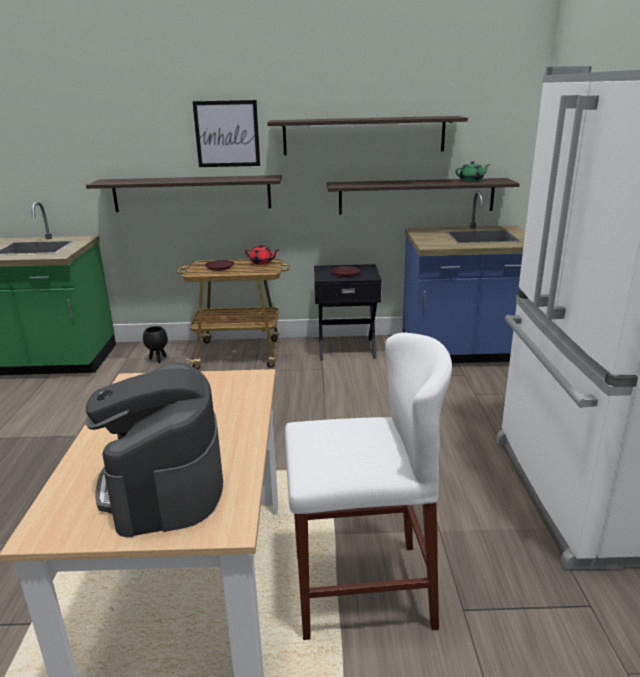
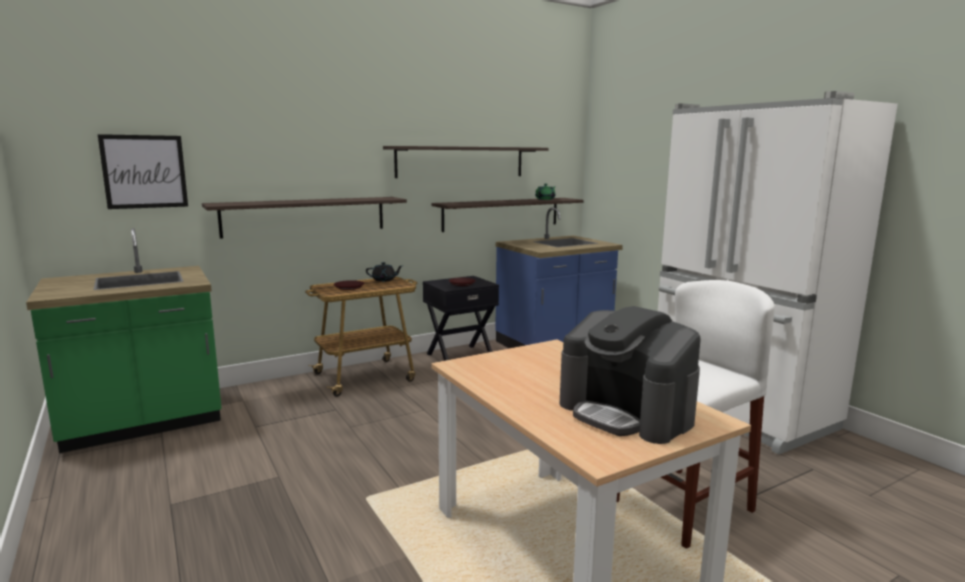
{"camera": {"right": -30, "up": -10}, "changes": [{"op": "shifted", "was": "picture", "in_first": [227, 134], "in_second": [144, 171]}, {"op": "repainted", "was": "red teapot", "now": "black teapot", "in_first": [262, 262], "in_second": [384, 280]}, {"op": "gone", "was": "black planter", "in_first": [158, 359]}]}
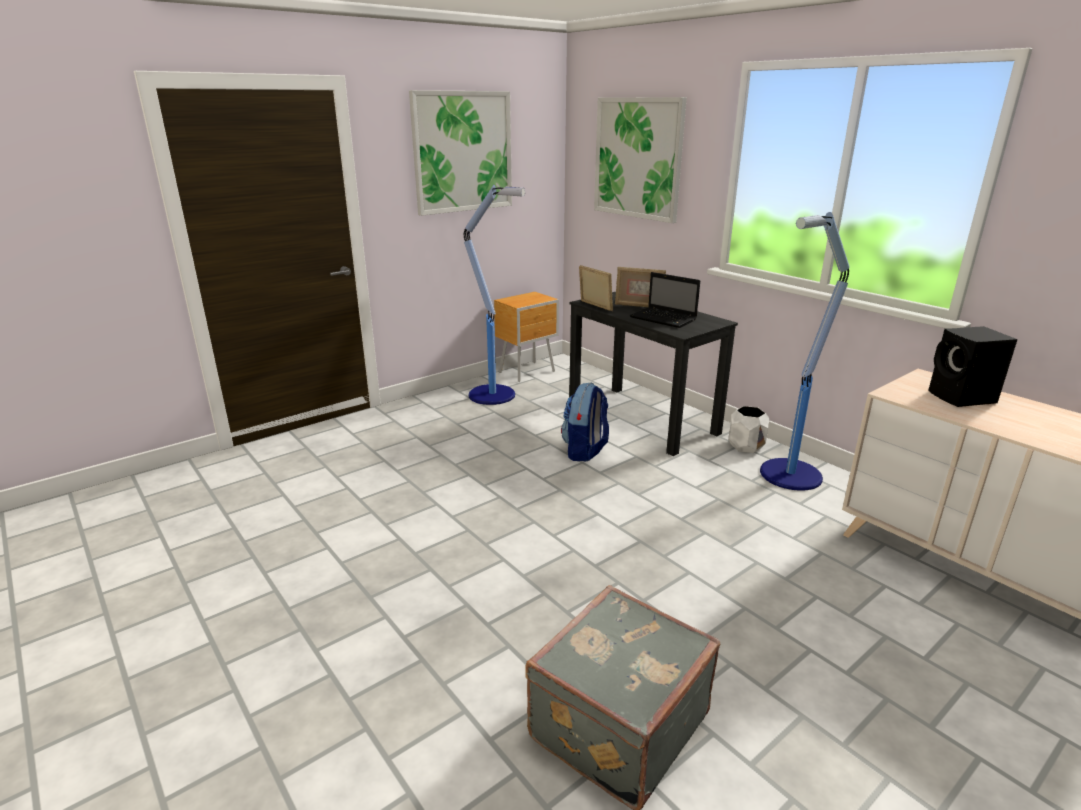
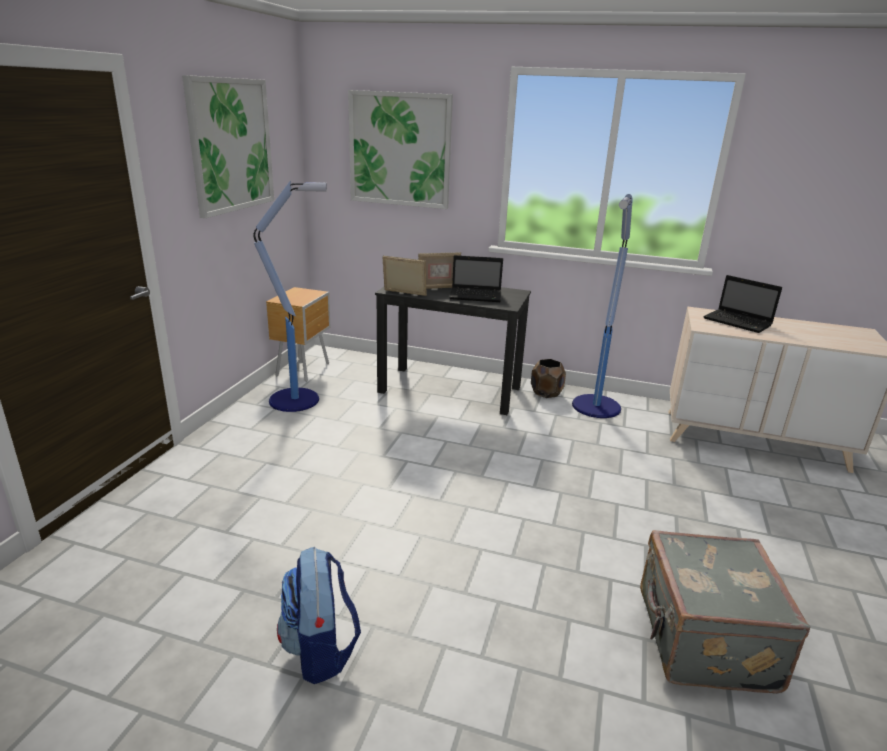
{"camera": {"right": -35, "up": 0}, "changes": [{"op": "shifted", "was": "backpack", "in_first": [585, 451], "in_second": [320, 650]}, {"op": "repainted", "was": "white planter", "now": "brown planter", "in_first": [746, 446], "in_second": [546, 393]}, {"op": "swapped", "was": "black speaker", "now": "laptop", "in_first": [962, 398], "in_second": [738, 322]}]}
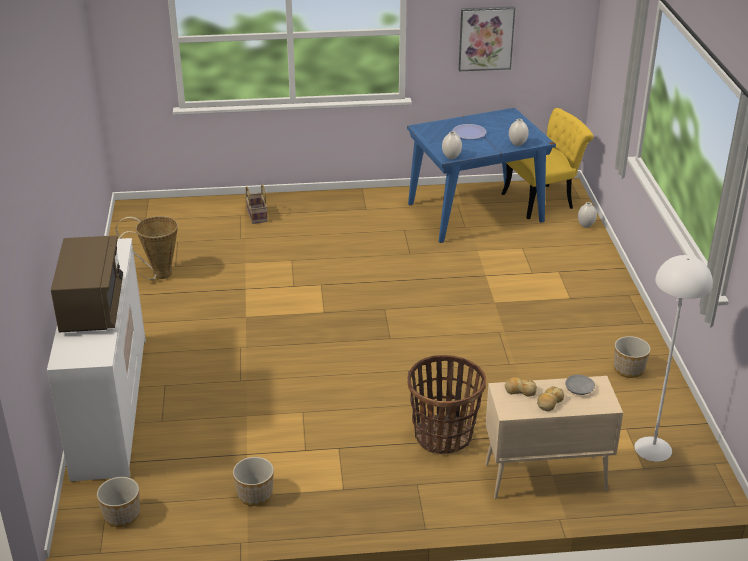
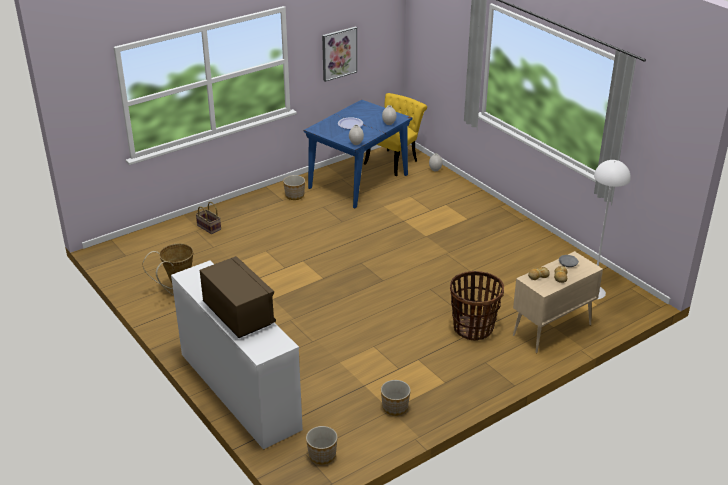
{"camera": {"right": -30, "up": 0}, "changes": [{"op": "shifted", "was": "planter", "in_first": [629, 370], "in_second": [295, 196]}]}
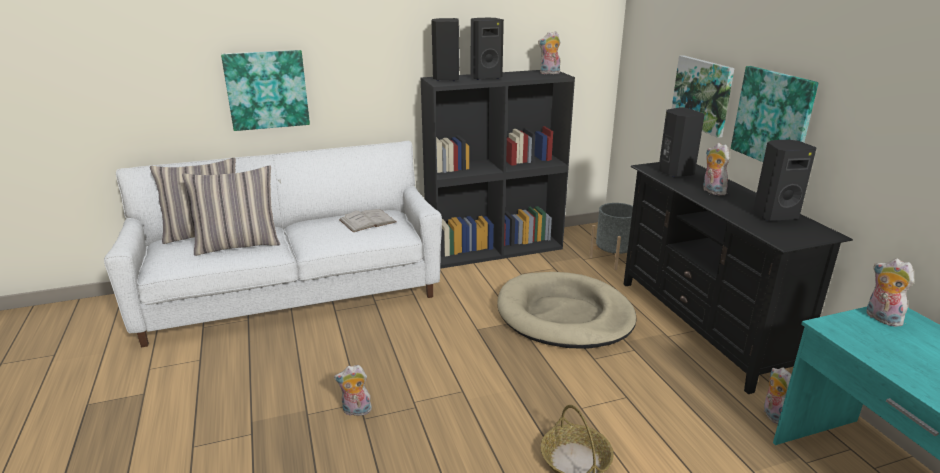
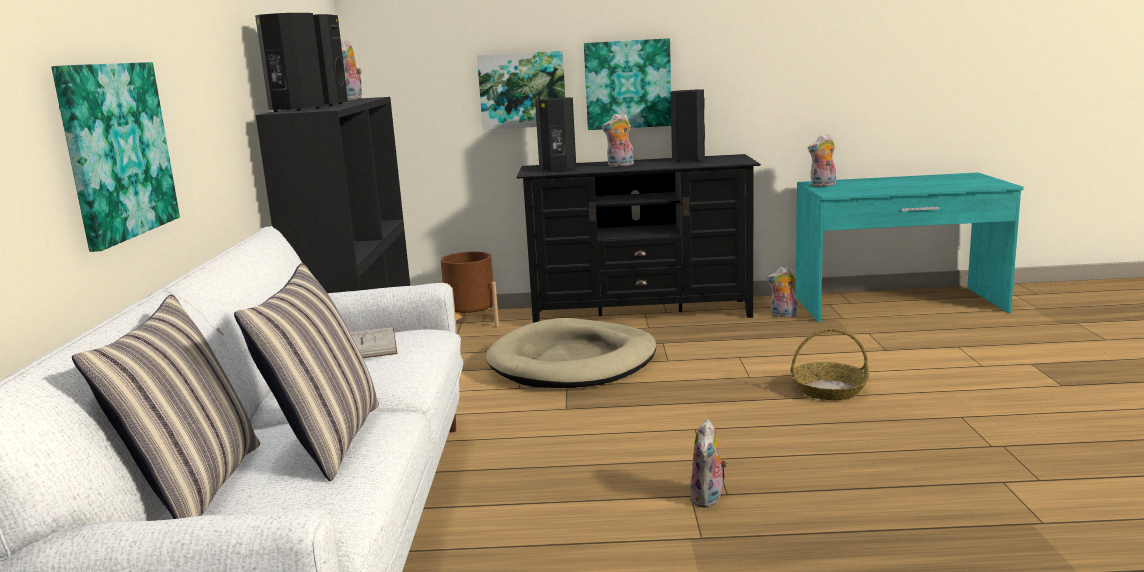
{"camera": {"right": -70, "up": -10}, "changes": [{"op": "repainted", "was": "grey planter", "now": "brown planter", "in_first": [613, 258], "in_second": [471, 324]}]}
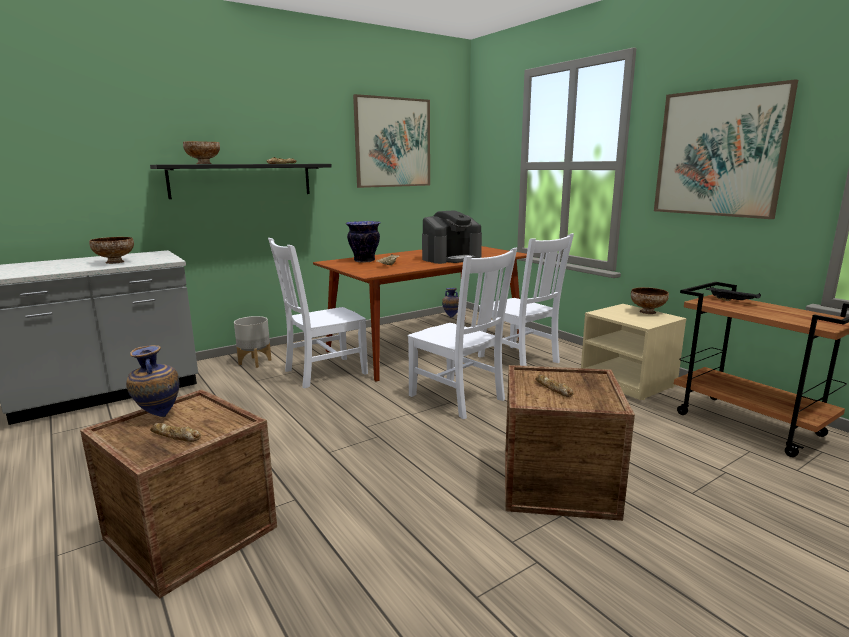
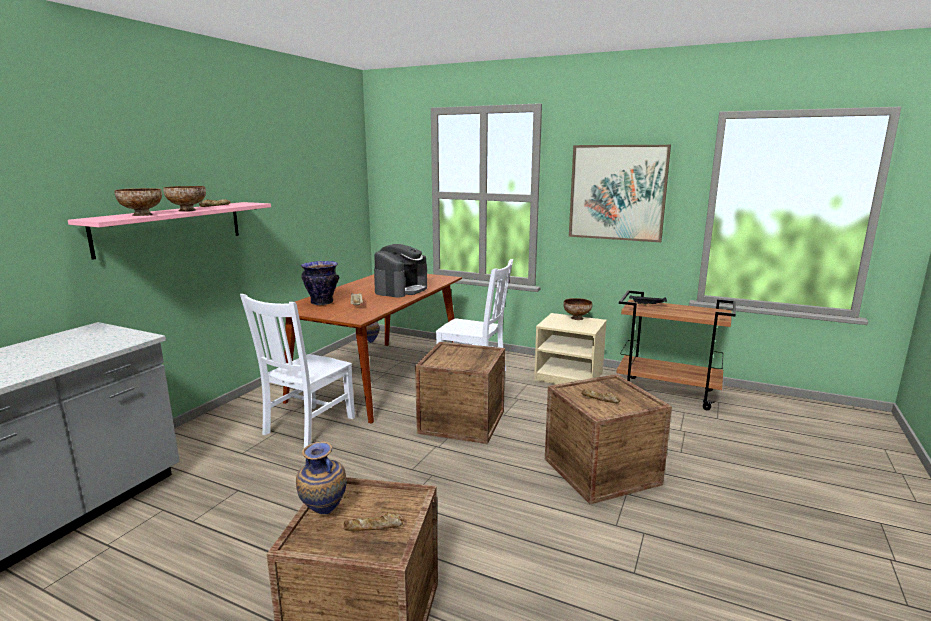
{"camera": {"right": -30, "up": 0}, "changes": [{"op": "repainted", "was": "black shelf", "now": "pink shelf", "in_first": [242, 180], "in_second": [171, 227]}, {"op": "shifted", "was": "bowl", "in_first": [114, 262], "in_second": [187, 210]}, {"op": "swapped", "was": "white chair", "now": "crate", "in_first": [458, 398], "in_second": [462, 422]}, {"op": "gone", "was": "grey planter", "in_first": [254, 362]}, {"op": "gone", "was": "picture", "in_first": [393, 142]}]}
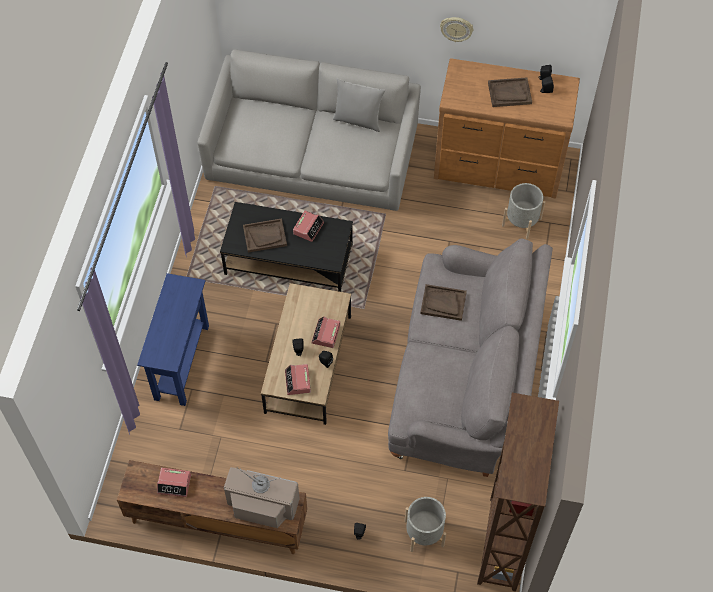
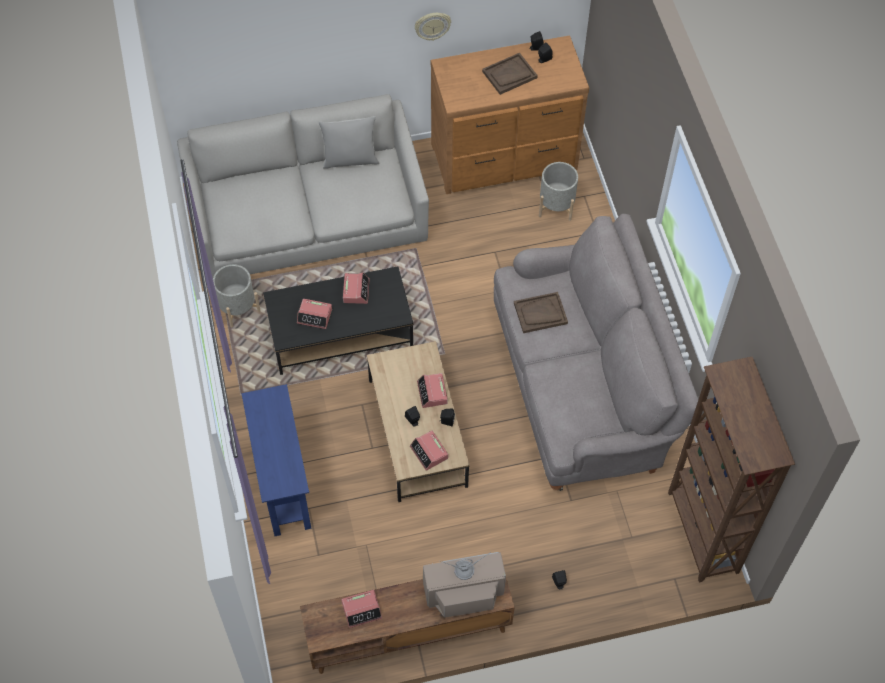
{"camera": {"right": -25, "up": 0}, "changes": [{"op": "shifted", "was": "grey planter", "in_first": [424, 533], "in_second": [237, 308]}, {"op": "swapped", "was": "brown tray", "now": "alarm clock", "in_first": [265, 236], "in_second": [315, 316]}]}
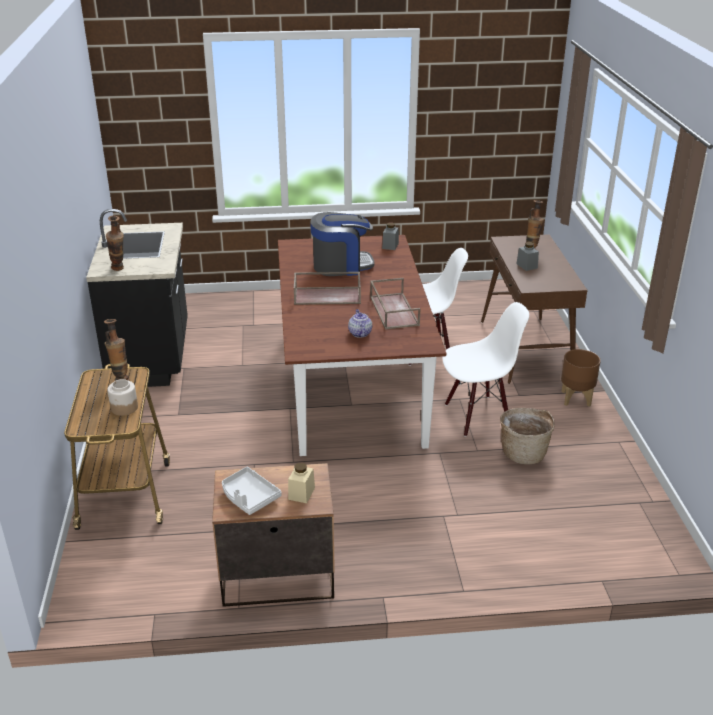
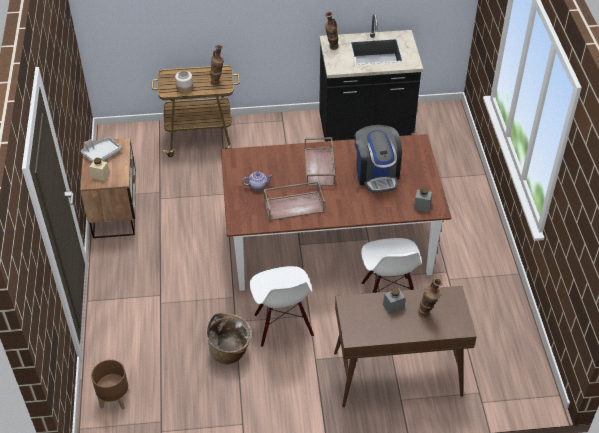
{"camera": {"right": 90, "up": 15}, "changes": [{"op": "shifted", "was": "brown planter", "in_first": [576, 399], "in_second": [114, 398]}]}
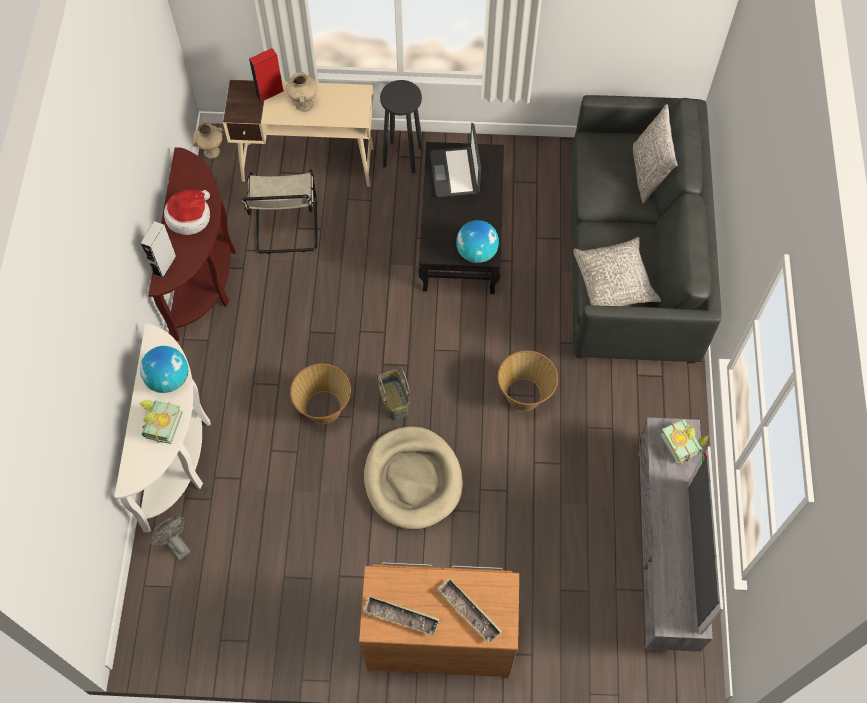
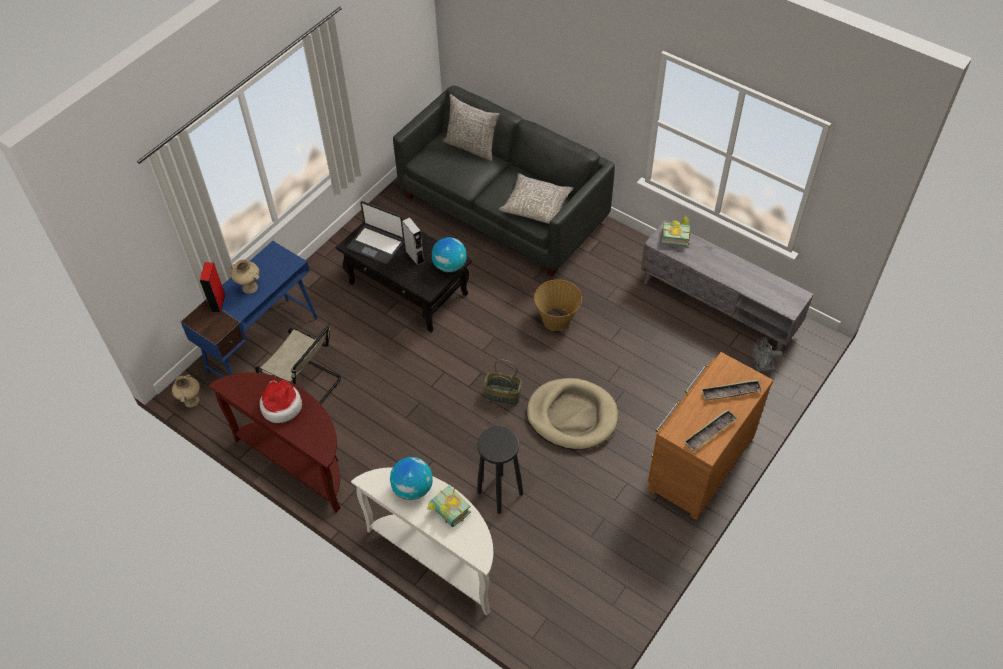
{"camera": {"right": -55, "up": -10}, "changes": [{"op": "repainted", "was": "beige desk", "now": "blue desk", "in_first": [308, 164], "in_second": [263, 344]}, {"op": "shifted", "was": "grey speaker", "in_first": [164, 265], "in_second": [415, 256]}, {"op": "shifted", "was": "black stool", "in_first": [402, 156], "in_second": [499, 492]}, {"op": "shifted", "was": "grey fan", "in_first": [176, 544], "in_second": [761, 368]}, {"op": "gone", "was": "basket", "in_first": [324, 408]}, {"op": "gone", "was": "television", "in_first": [694, 555]}]}
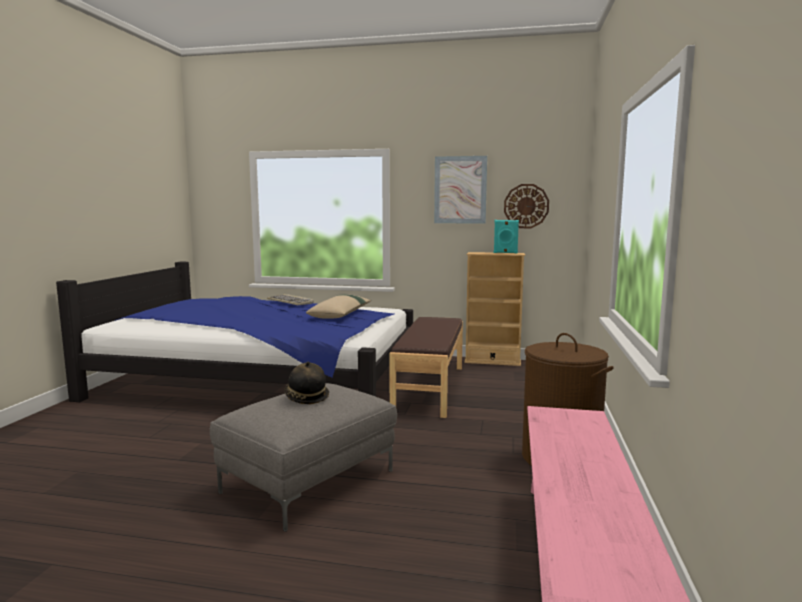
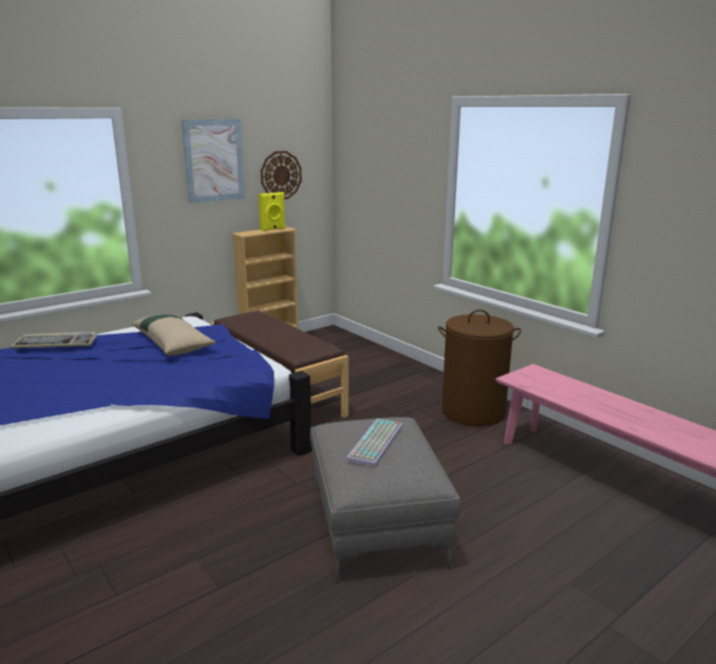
{"camera": {"right": -50, "up": 10}, "changes": [{"op": "repainted", "was": "turquoise speaker", "now": "yellow speaker", "in_first": [505, 253], "in_second": [273, 229]}, {"op": "swapped", "was": "hat", "now": "keyboard", "in_first": [306, 397], "in_second": [377, 443]}]}
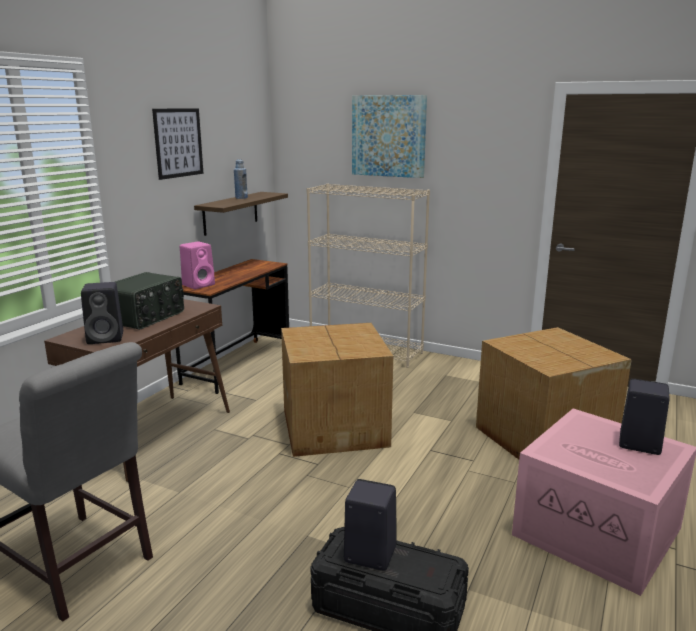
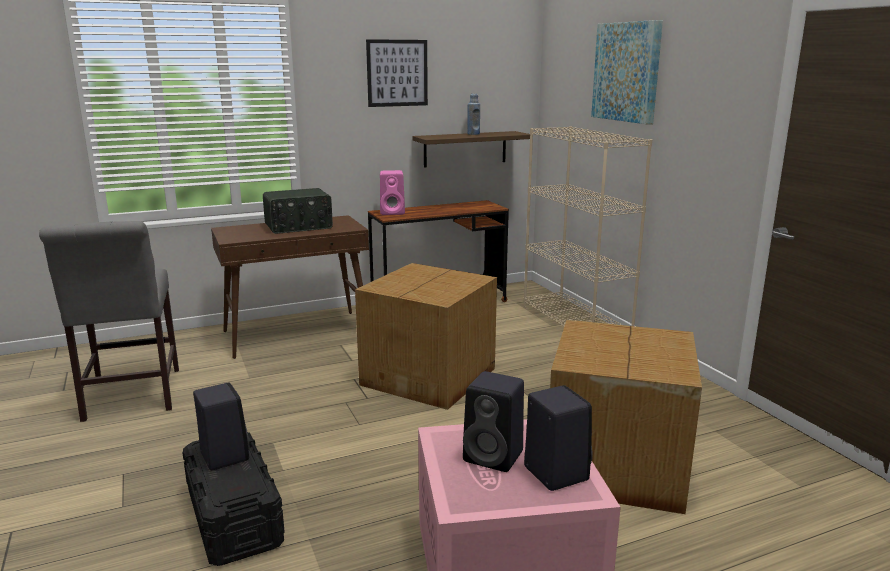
{"camera": {"right": 40, "up": 0}, "changes": [{"op": "shifted", "was": "black speaker", "in_first": [107, 338], "in_second": [495, 456]}]}
